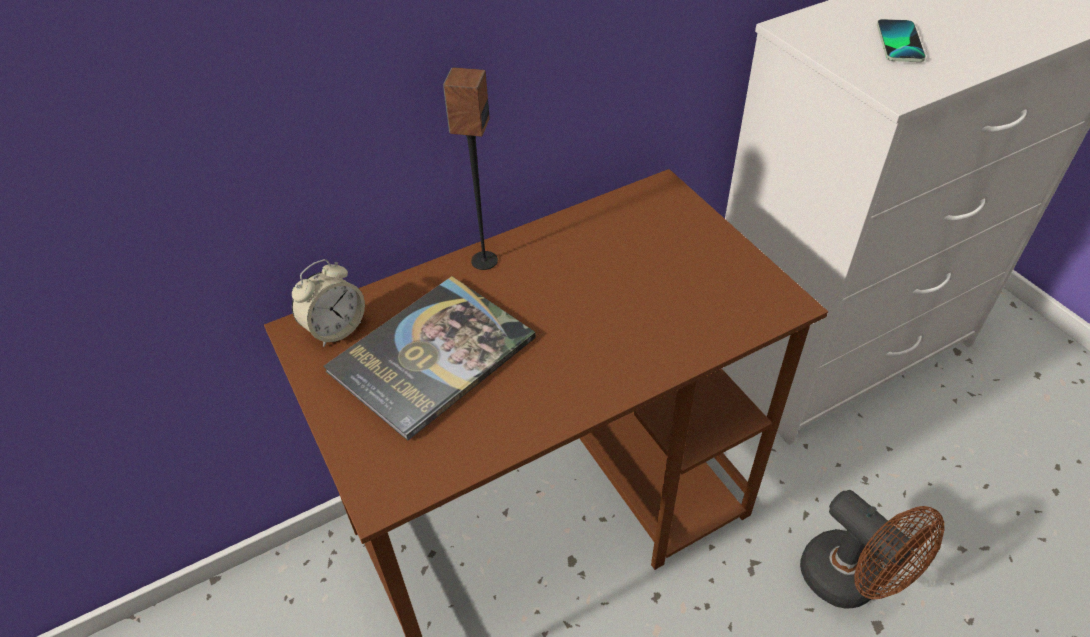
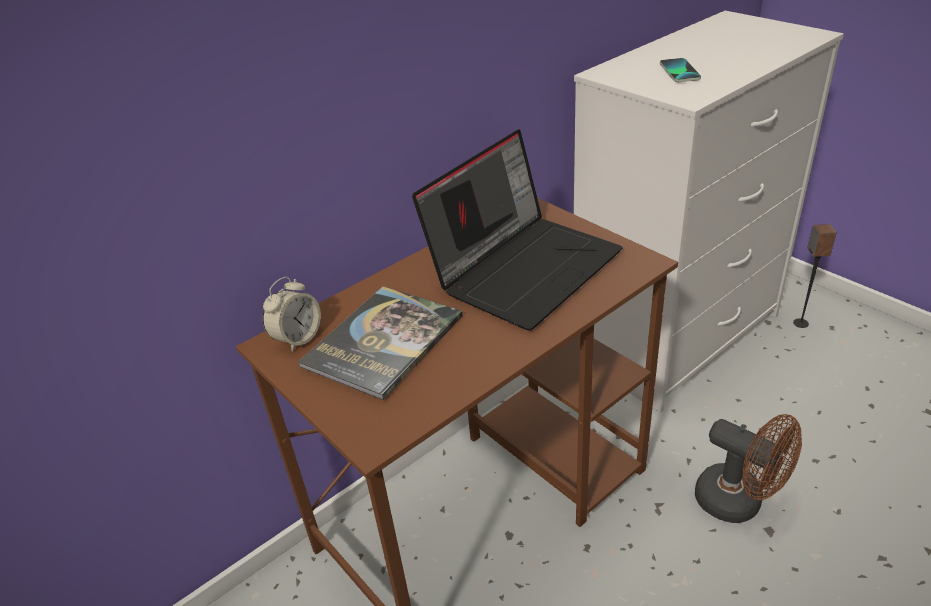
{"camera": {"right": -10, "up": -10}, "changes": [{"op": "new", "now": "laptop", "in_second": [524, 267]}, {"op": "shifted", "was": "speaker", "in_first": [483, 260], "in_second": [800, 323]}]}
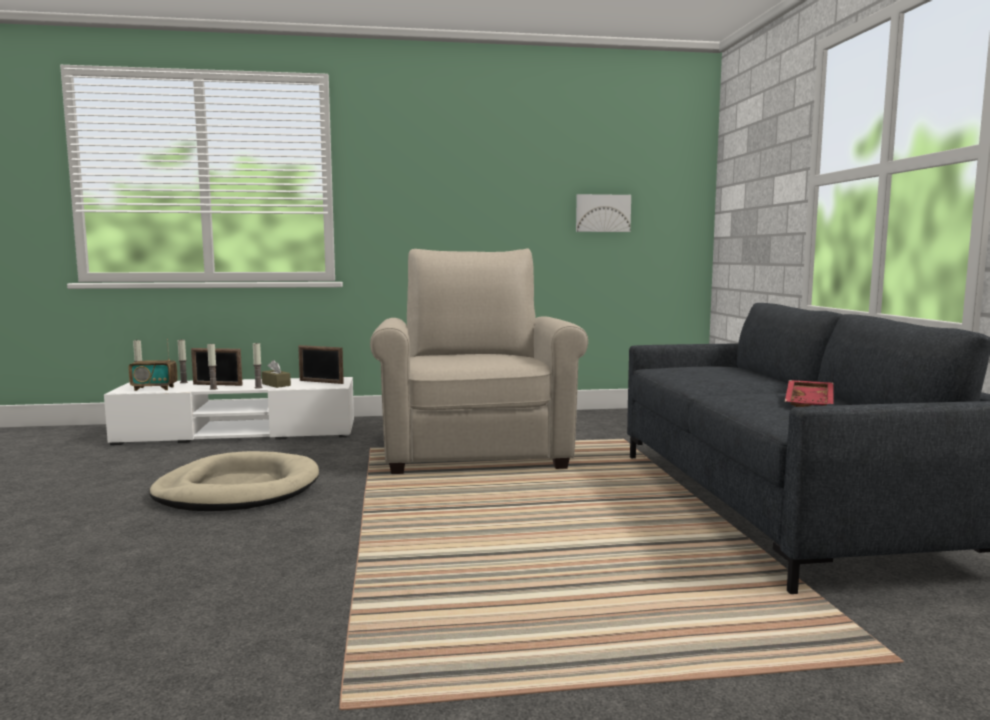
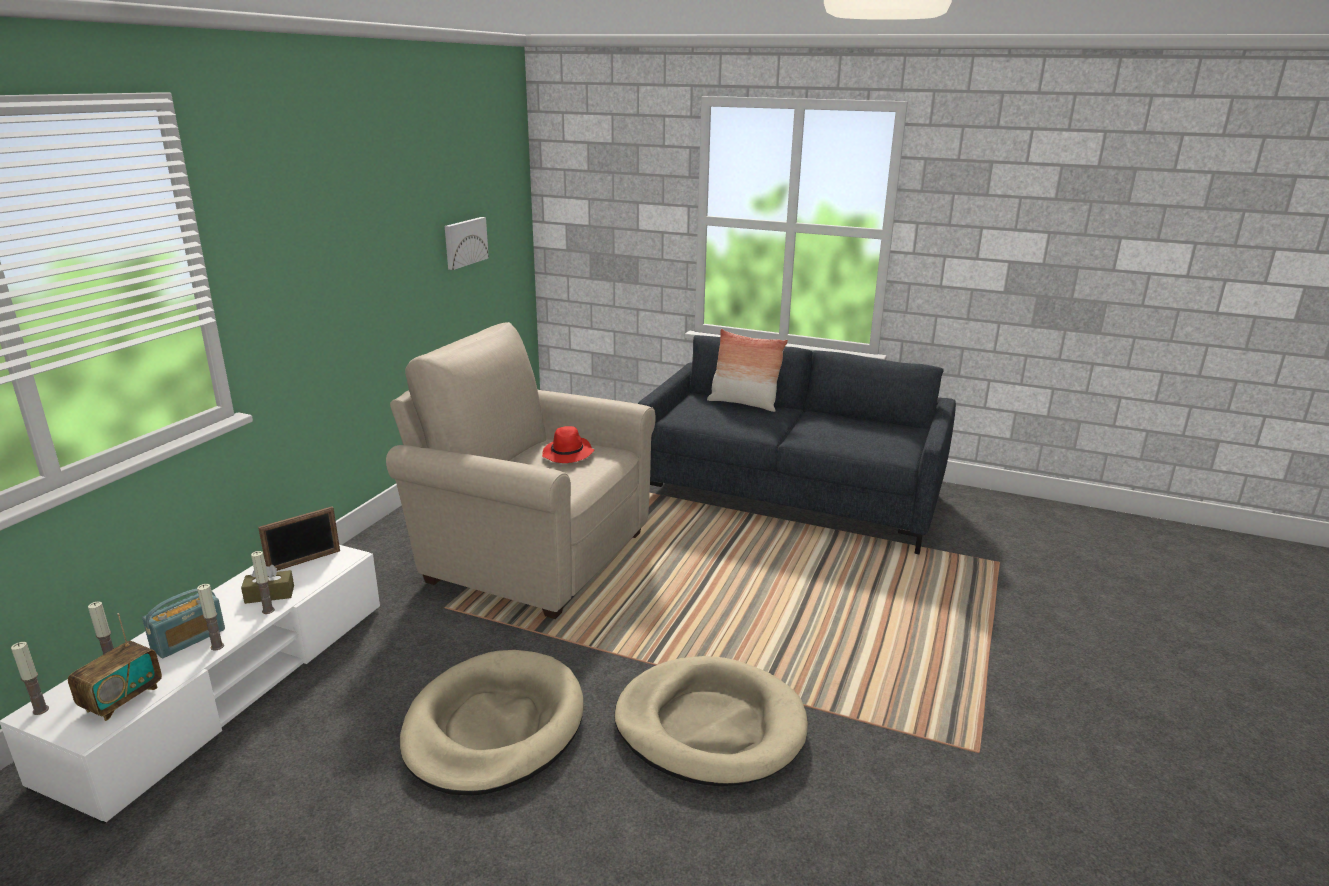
{"camera": {"right": -60, "up": 15}, "changes": [{"op": "swapped", "was": "picture frame", "now": "radio", "in_first": [217, 385], "in_second": [188, 639]}, {"op": "new", "now": "red hat", "in_second": [568, 454]}, {"op": "new", "now": "beige dog bed", "in_second": [710, 726]}, {"op": "new", "now": "pillow", "in_second": [743, 404]}, {"op": "gone", "was": "red tray", "in_first": [810, 402]}]}
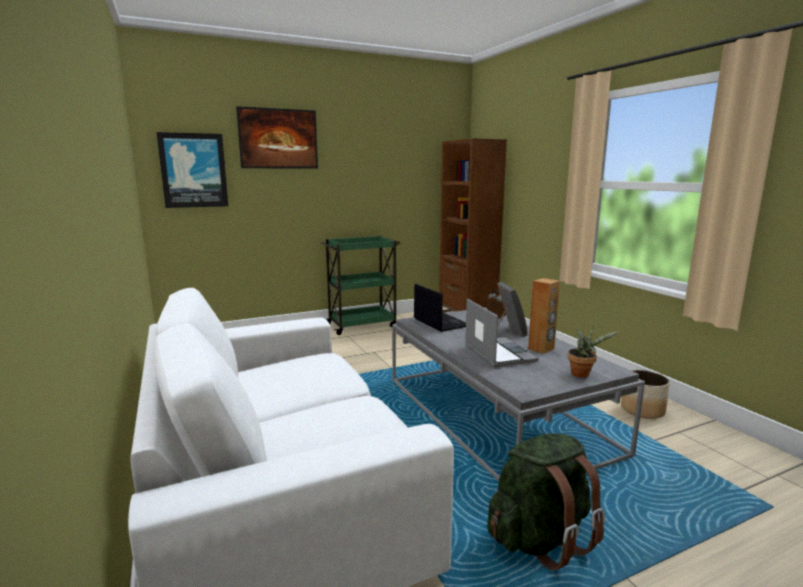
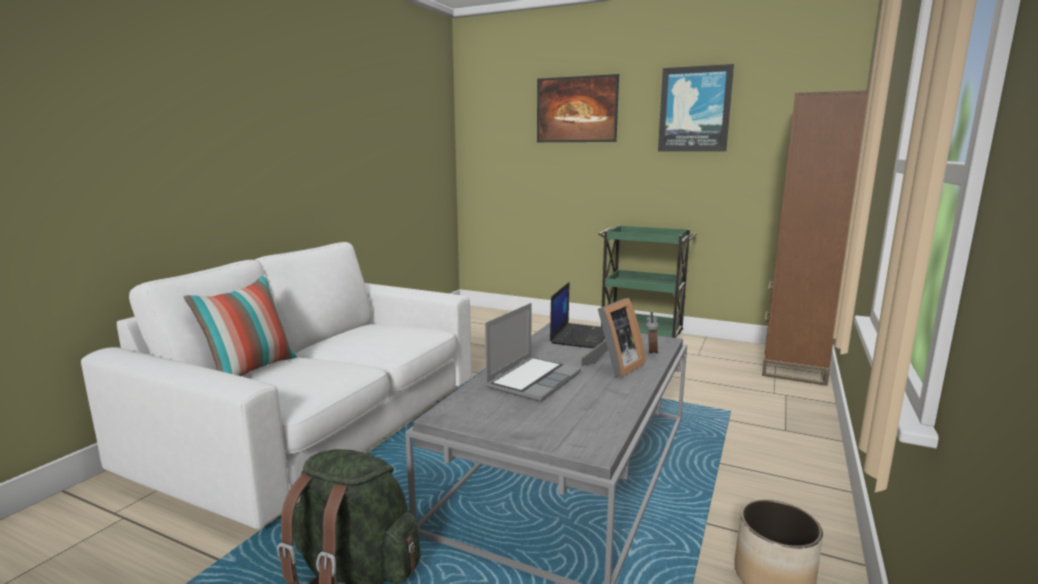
{"camera": {"right": 50, "up": 0}, "changes": [{"op": "new", "now": "pillow", "in_second": [251, 371]}, {"op": "shifted", "was": "picture", "in_first": [193, 170], "in_second": [694, 109]}, {"op": "gone", "was": "brown speaker", "in_first": [541, 349]}, {"op": "gone", "was": "potted plant", "in_first": [582, 374]}]}
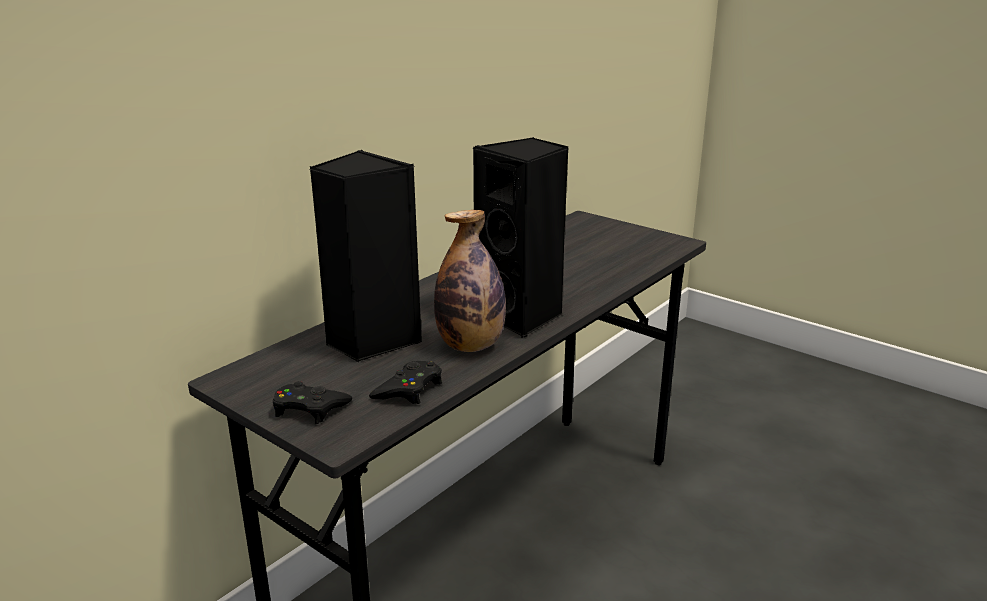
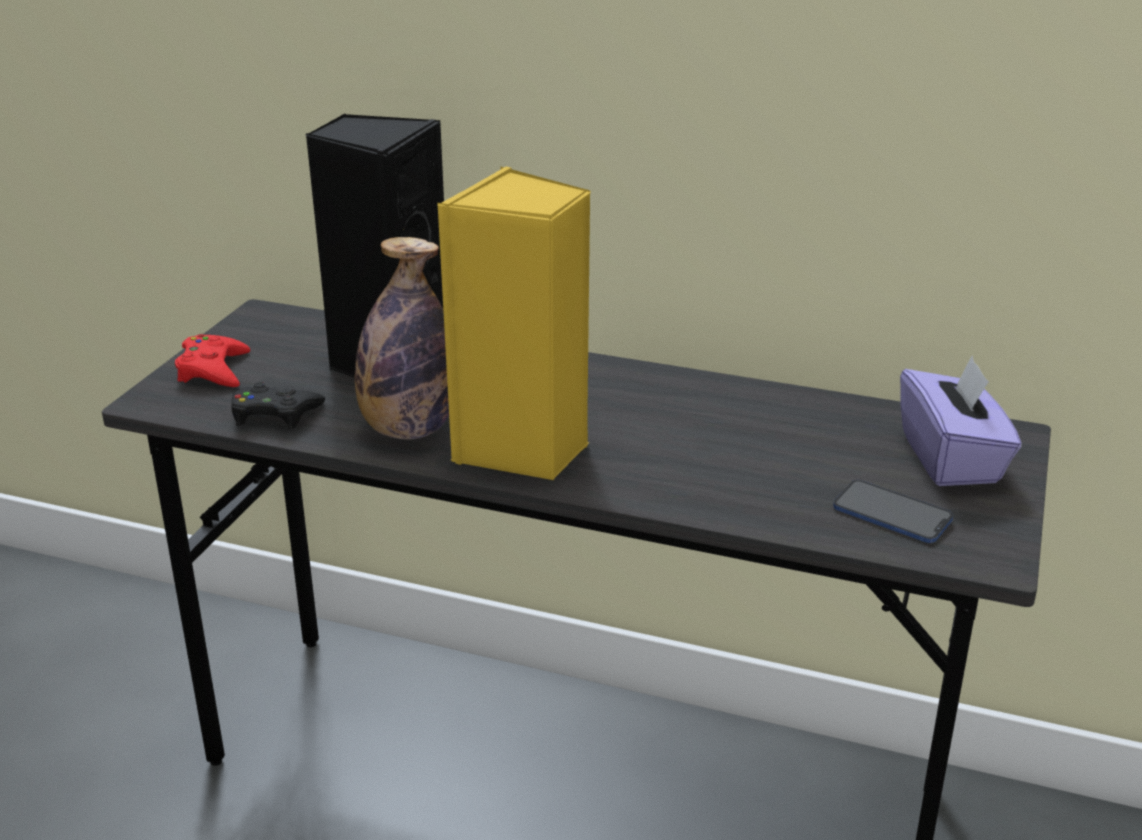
{"camera": {"right": 70, "up": 5}, "changes": [{"op": "repainted", "was": "black game controller", "now": "red game controller", "in_first": [309, 408], "in_second": [213, 370]}, {"op": "repainted", "was": "black speaker", "now": "yellow speaker", "in_first": [522, 316], "in_second": [523, 450]}, {"op": "new", "now": "phone", "in_second": [892, 514]}, {"op": "new", "now": "purple tissue box", "in_second": [951, 458]}]}
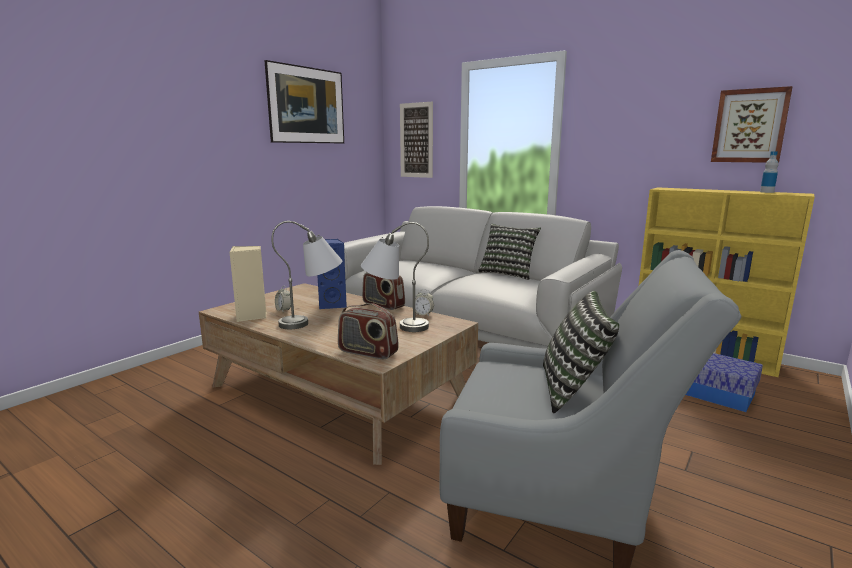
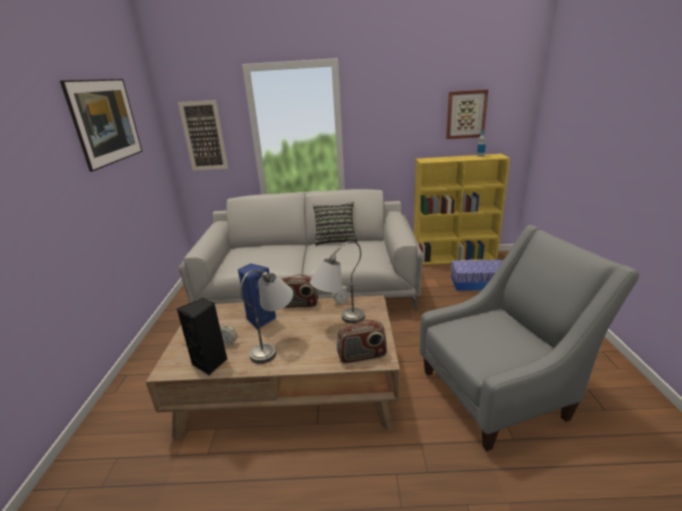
{"camera": {"right": -35, "up": 10}, "changes": [{"op": "repainted", "was": "beige speaker", "now": "black speaker", "in_first": [251, 316], "in_second": [211, 363]}, {"op": "gone", "was": "pillow", "in_first": [573, 389]}]}
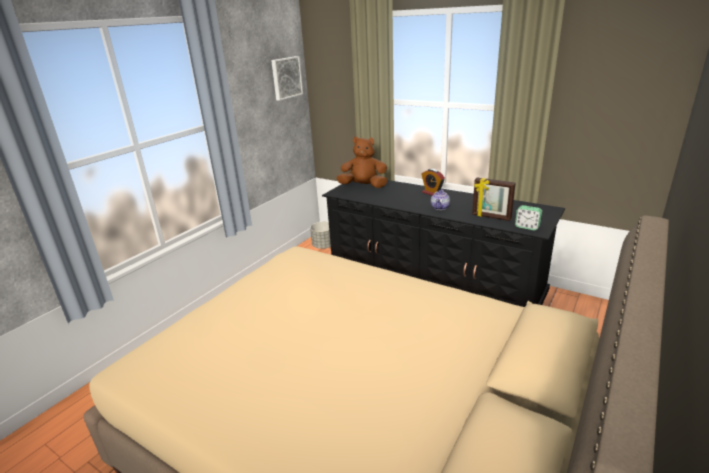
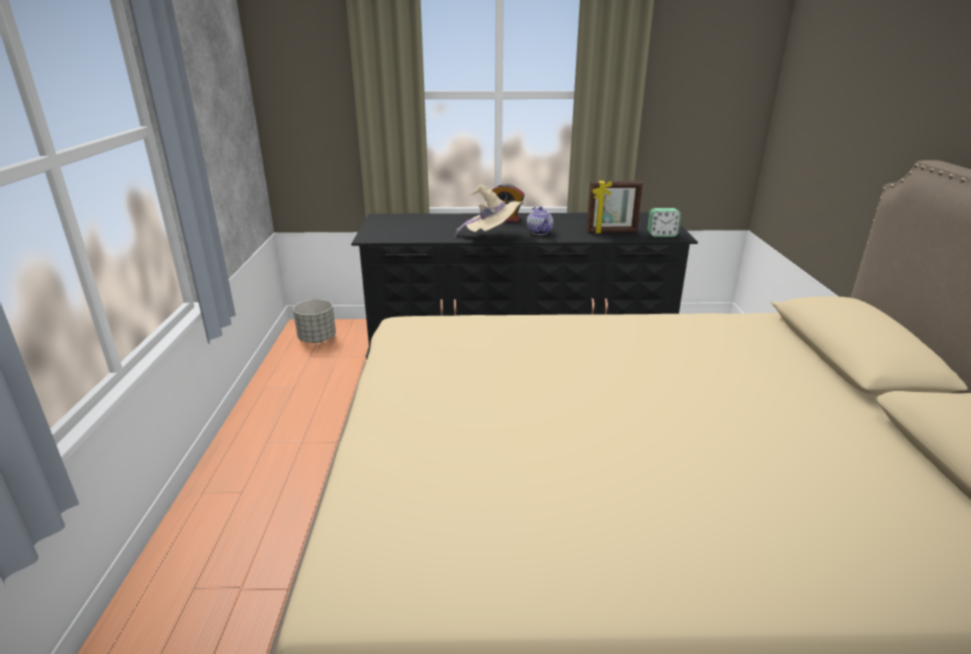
{"camera": {"right": -35, "up": 0}, "changes": [{"op": "new", "now": "beige hat", "in_second": [492, 236]}, {"op": "gone", "was": "picture", "in_first": [286, 77]}, {"op": "gone", "was": "brown plush toy", "in_first": [363, 186]}]}
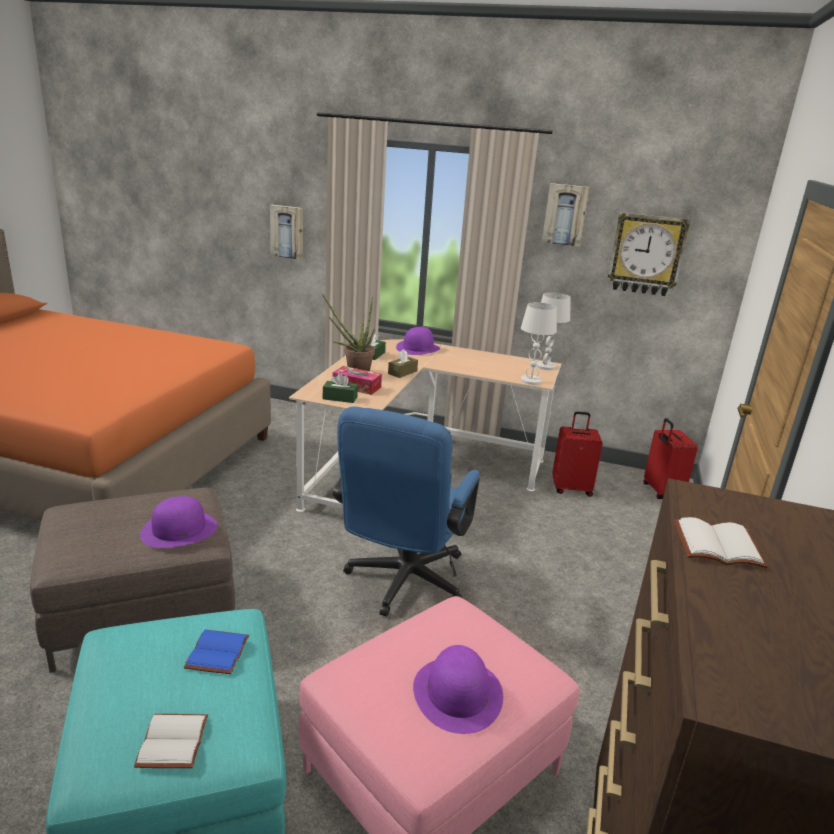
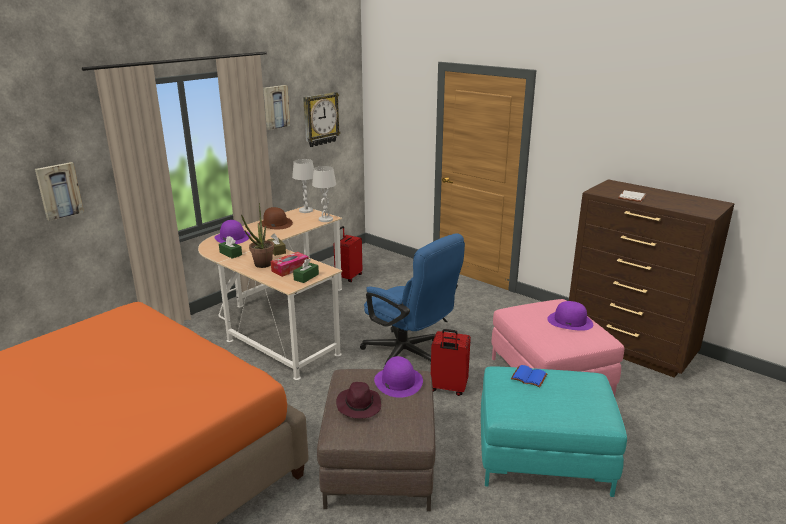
{"camera": {"right": -65, "up": 0}, "changes": [{"op": "new", "now": "brown hat", "in_second": [275, 224]}, {"op": "new", "now": "purple hat", "in_second": [358, 405]}, {"op": "shifted", "was": "red suitcase", "in_first": [661, 492], "in_second": [448, 388]}, {"op": "gone", "was": "white book", "in_first": [174, 743]}]}
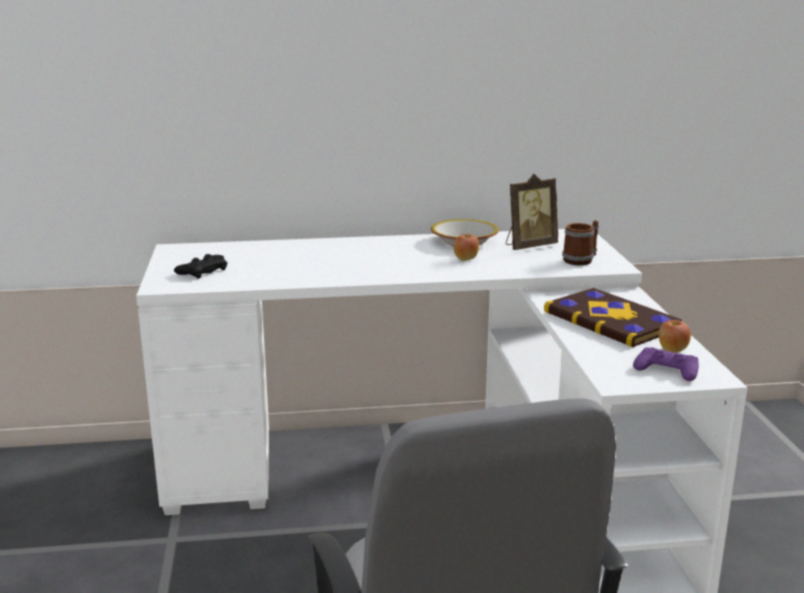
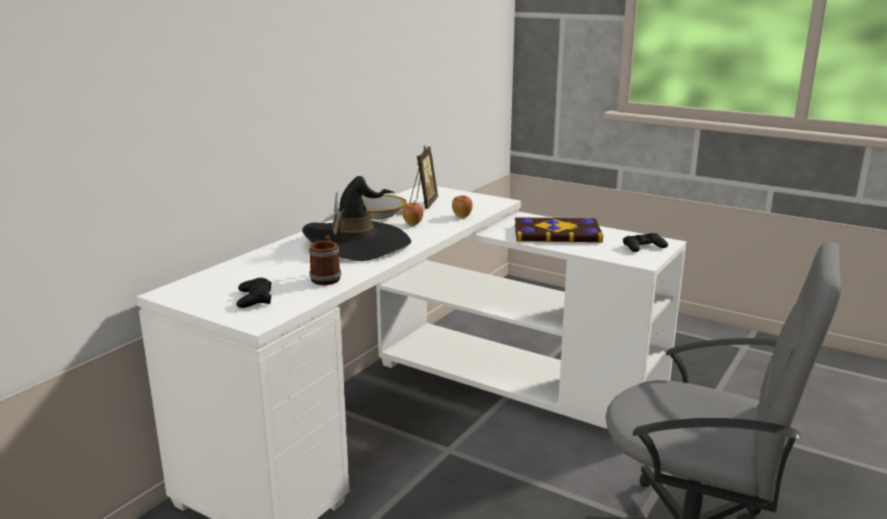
{"camera": {"right": -50, "up": 0}, "changes": [{"op": "new", "now": "black hat", "in_second": [357, 243]}, {"op": "shifted", "was": "mug", "in_first": [581, 260], "in_second": [326, 277]}, {"op": "shifted", "was": "apple", "in_first": [672, 351], "in_second": [462, 216]}, {"op": "repainted", "was": "purple game controller", "now": "black game controller", "in_first": [667, 370], "in_second": [643, 247]}]}
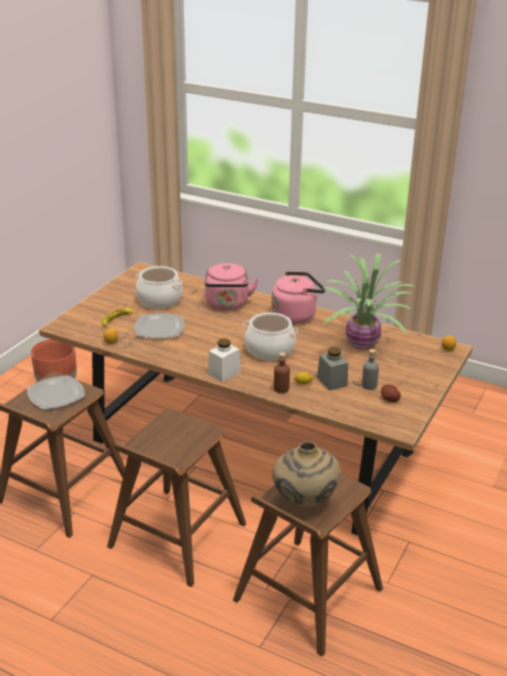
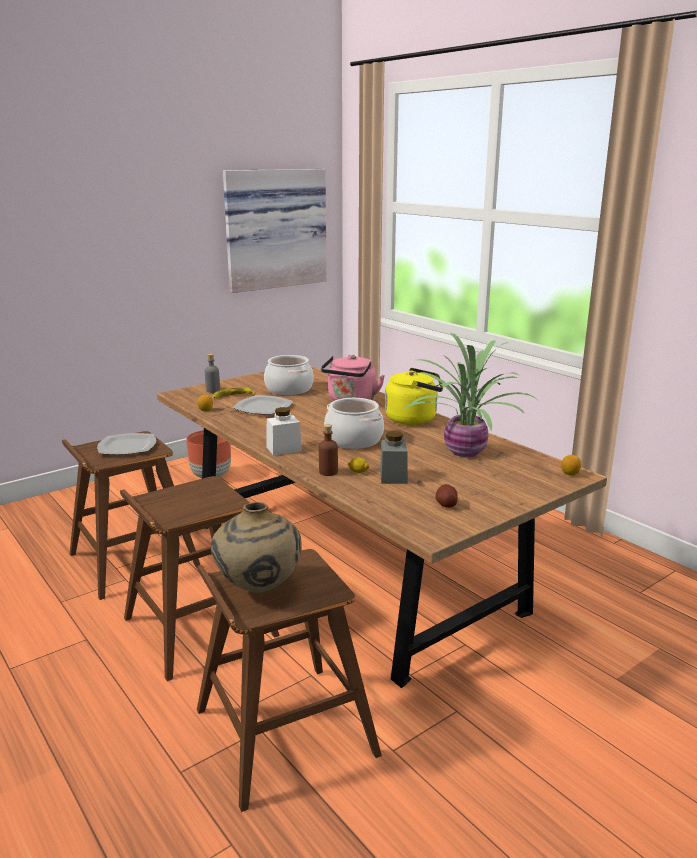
{"camera": {"right": 25, "up": -10}, "changes": [{"op": "shifted", "was": "grey bottle", "in_first": [369, 385], "in_second": [213, 390]}, {"op": "new", "now": "picture", "in_second": [274, 229]}, {"op": "repainted", "was": "pink kettle", "now": "yellow kettle", "in_first": [296, 315], "in_second": [414, 419]}]}
